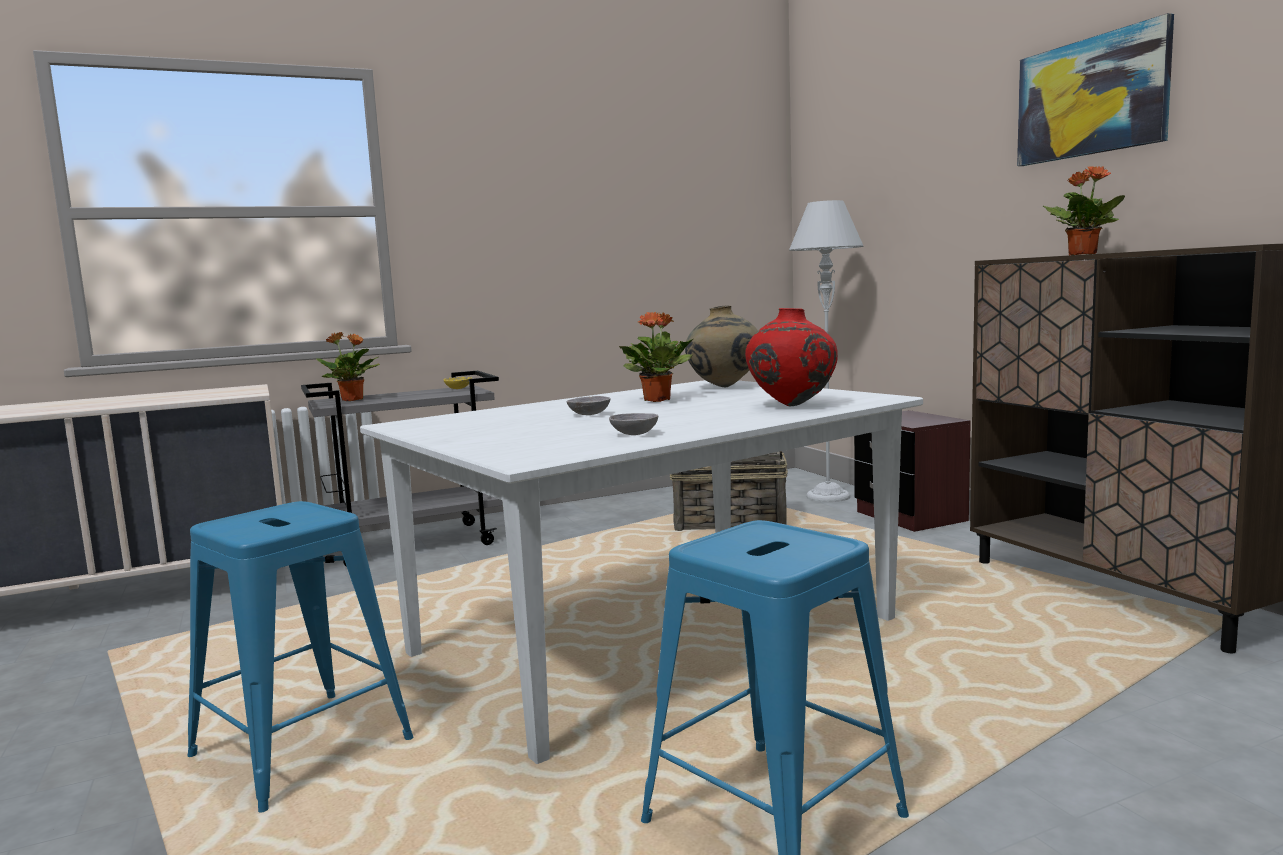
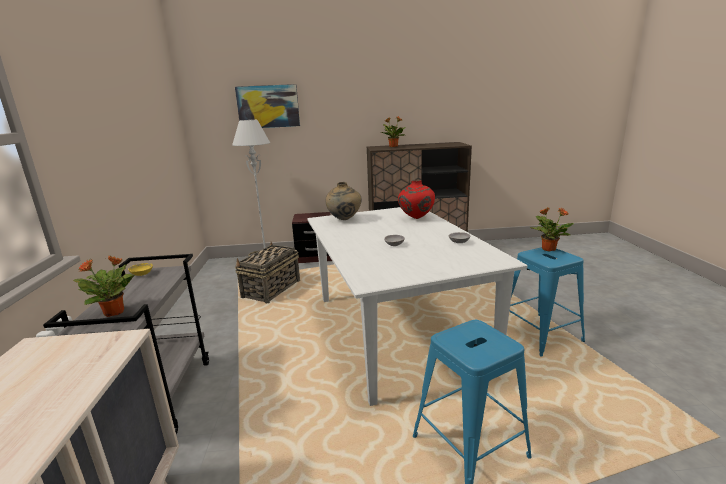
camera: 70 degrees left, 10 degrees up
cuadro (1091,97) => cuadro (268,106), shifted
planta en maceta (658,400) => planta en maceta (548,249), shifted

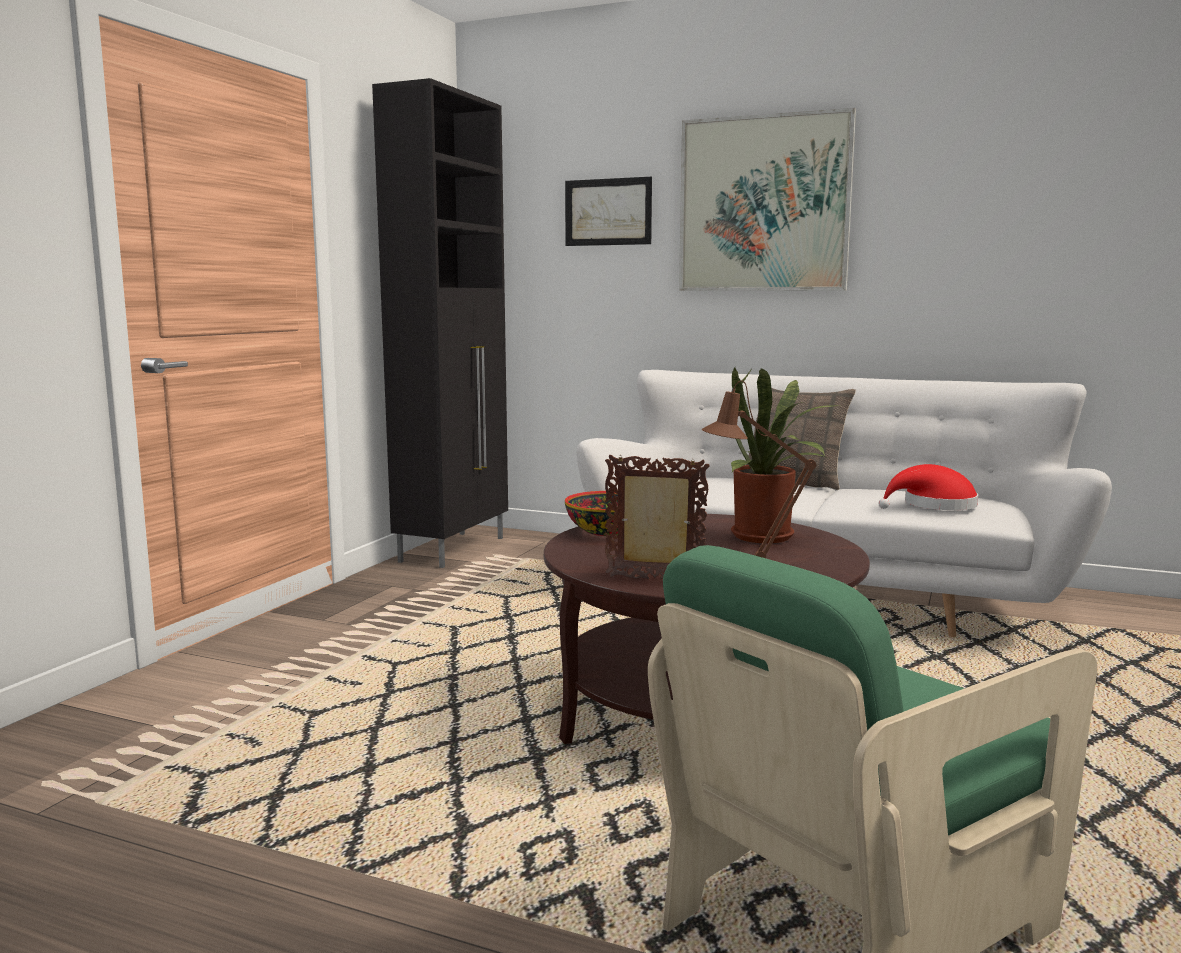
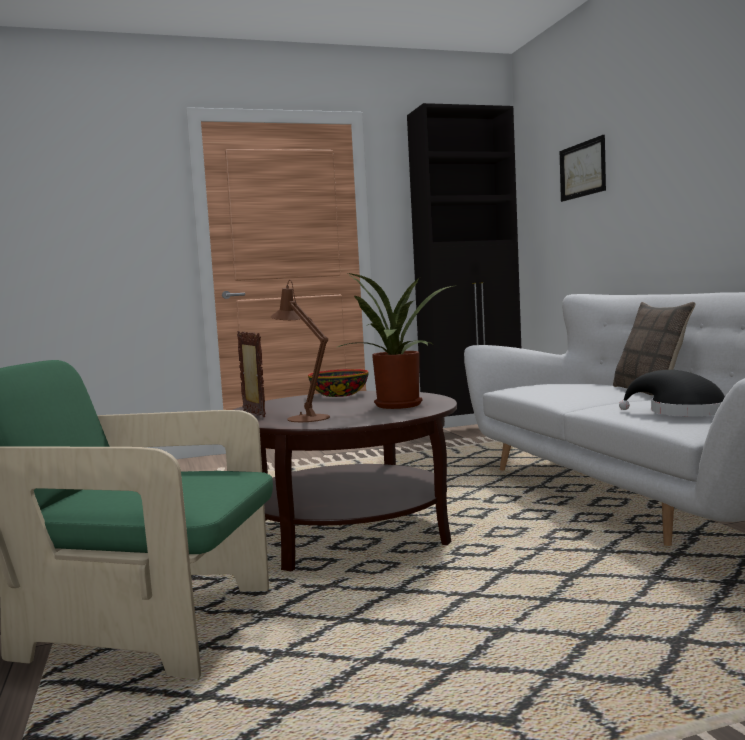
camera: 50 degrees right, 5 degrees down
cuadro (764,204) => nothing
sombrero (rojo) (934,506) => sombrero (negro) (681,413)

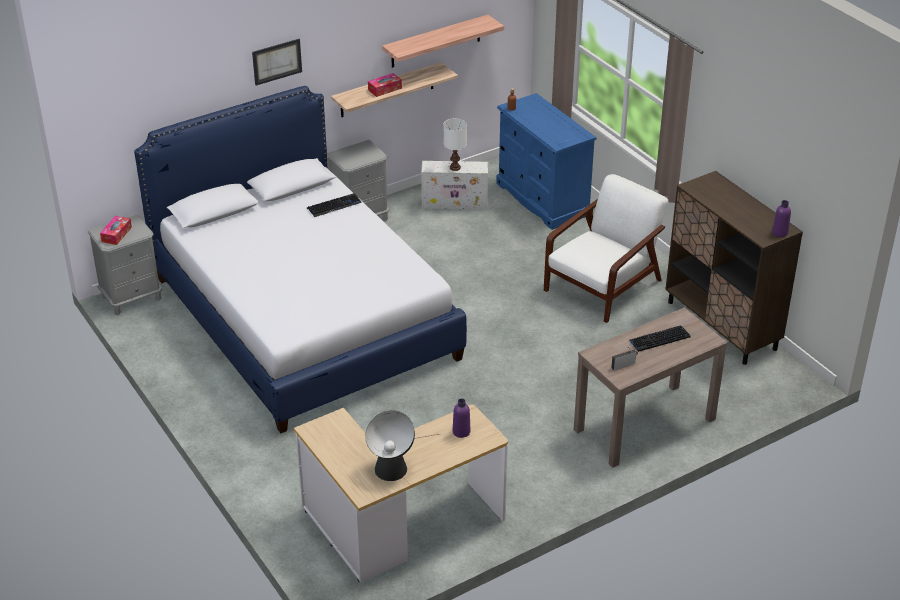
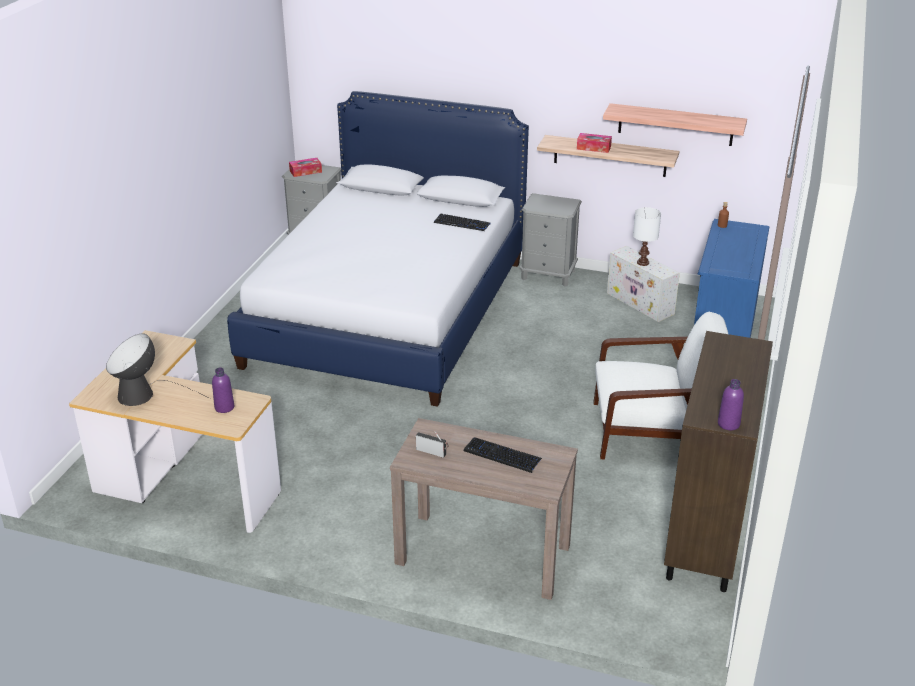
camera: 50 degrees right, 5 degrees down
cuadro (277,61) => nothing

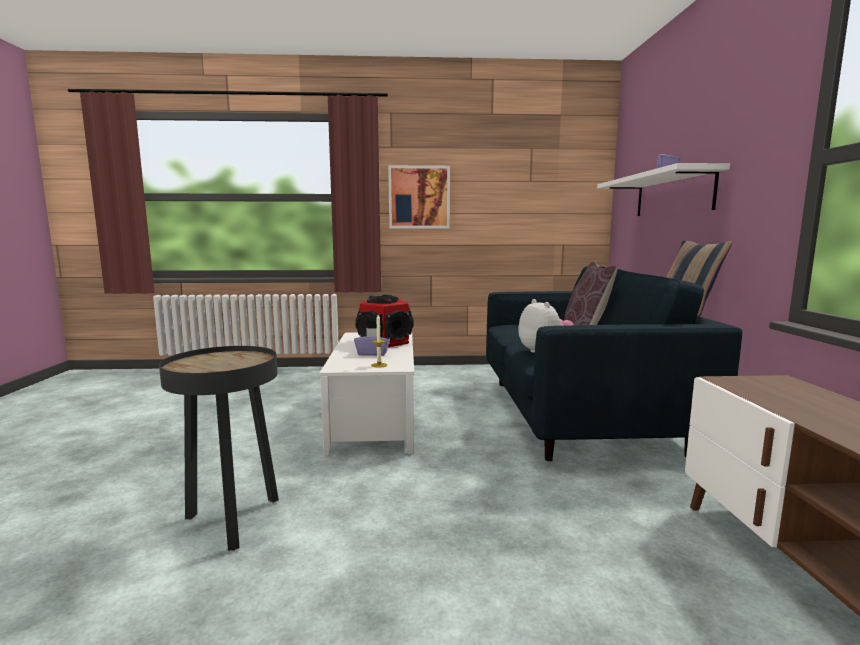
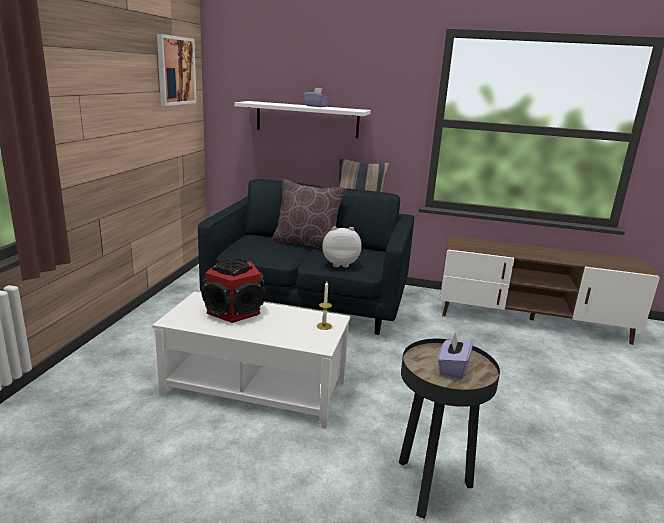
camera: 75 degrees left, 10 degrees up
cuadro (419,197) => cuadro (176,70), shifted
caja de pañuelos (morado) (372,353) => caja de pañuelos (morado) (453,368), shifted

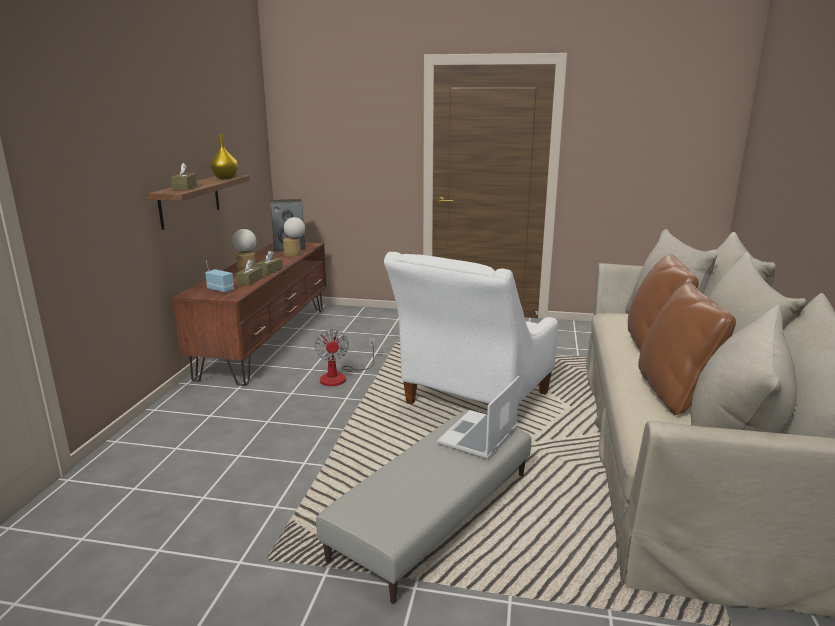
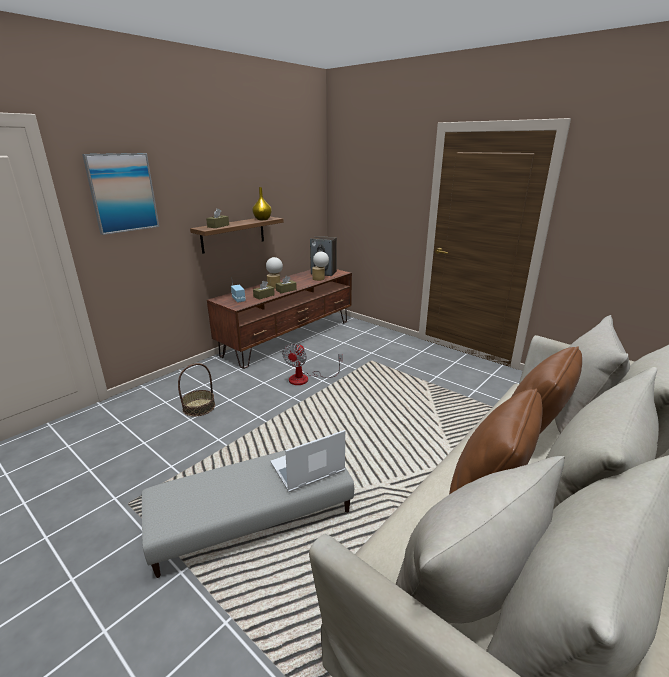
camera: 30 degrees right, 5 degrees up
sillón (blanco) (472,403) => nothing
nothing => cuadro (122,193)
nothing => cesta (199,407)

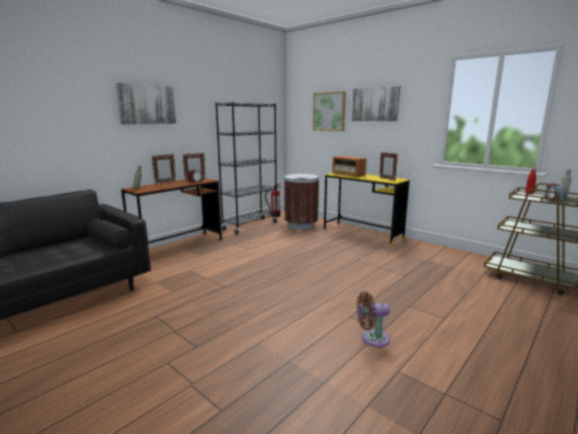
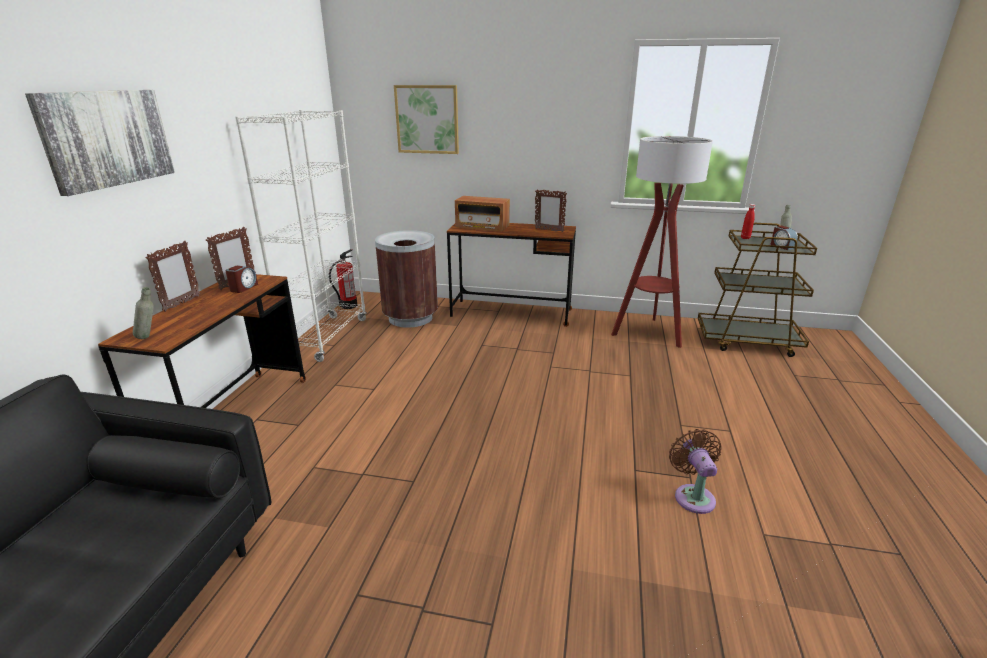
camera: 30 degrees left, 10 degrees up
cuadro (375,104) => nothing
estantería (negro) (250,226) => estantería (blanco) (327,338)
escritorio (amarillo) (362,233) => escritorio (marrón) (511,313)
ventilador (marrón) (372,338) => ventilador (marrón) (693,495), 120 degrees clockwise
nothing => lámpara de pie (648,333)

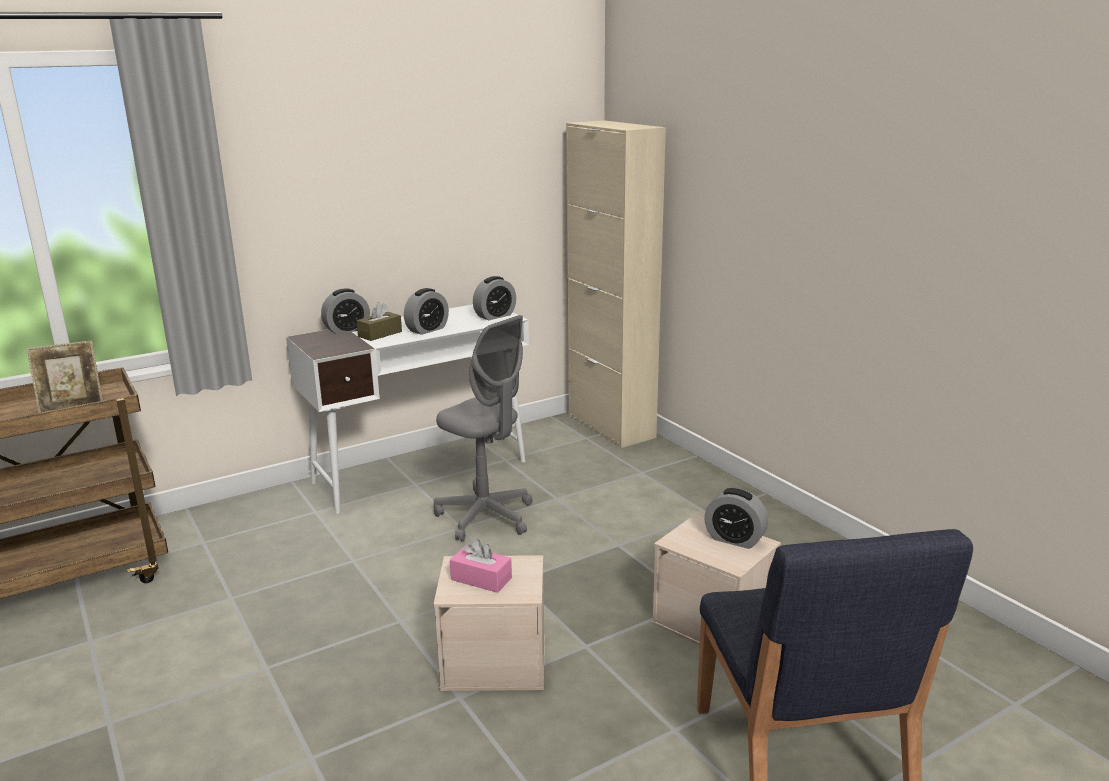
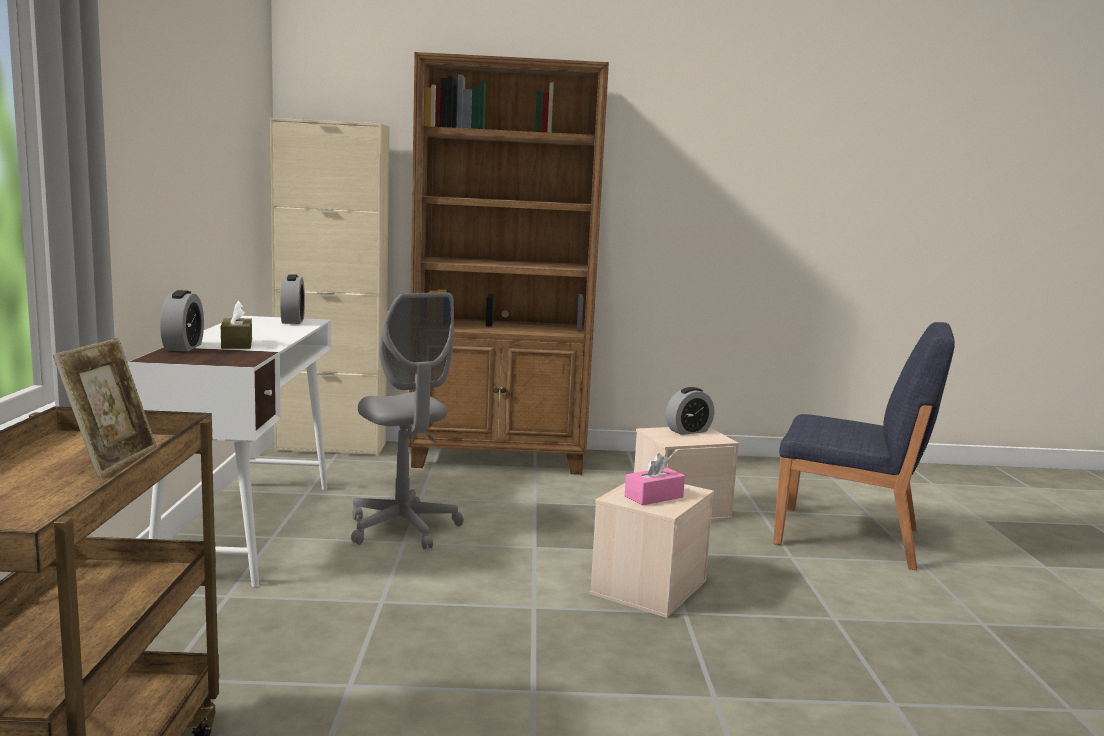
camera: 60 degrees left, 10 degrees down
despertador (427,330) => nothing
silla de oficina (gris) (485,517) => silla de oficina (gris) (403,528), 75 degrees clockwise
nothing => estantería (marrón) (500,459)

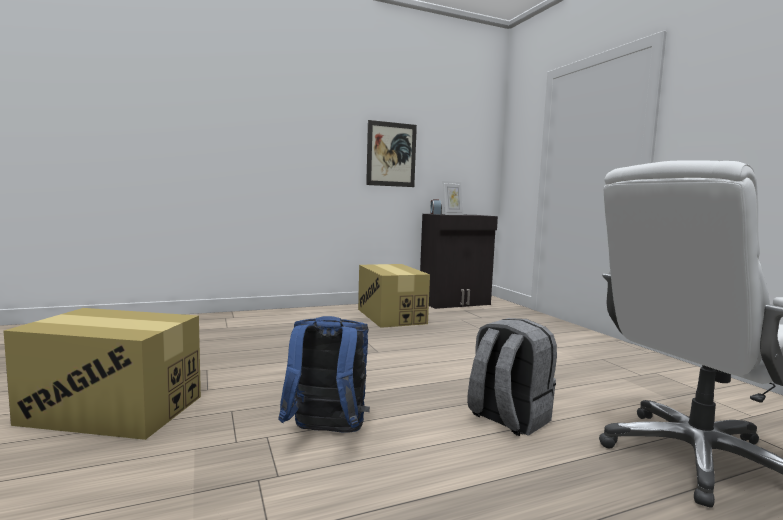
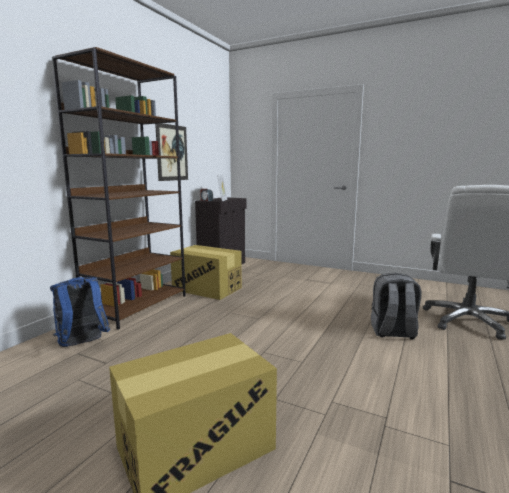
camera: 40 degrees left, 5 degrees up
mochila (azul) (326,433) => mochila (azul) (82,344), shifted
nothing => estantería (marrón) (137,306)

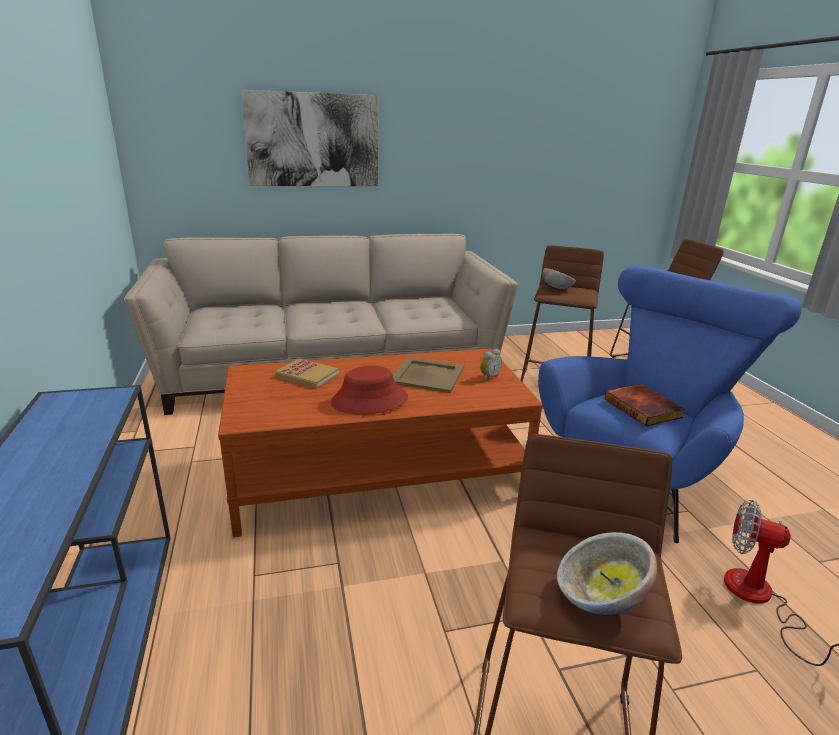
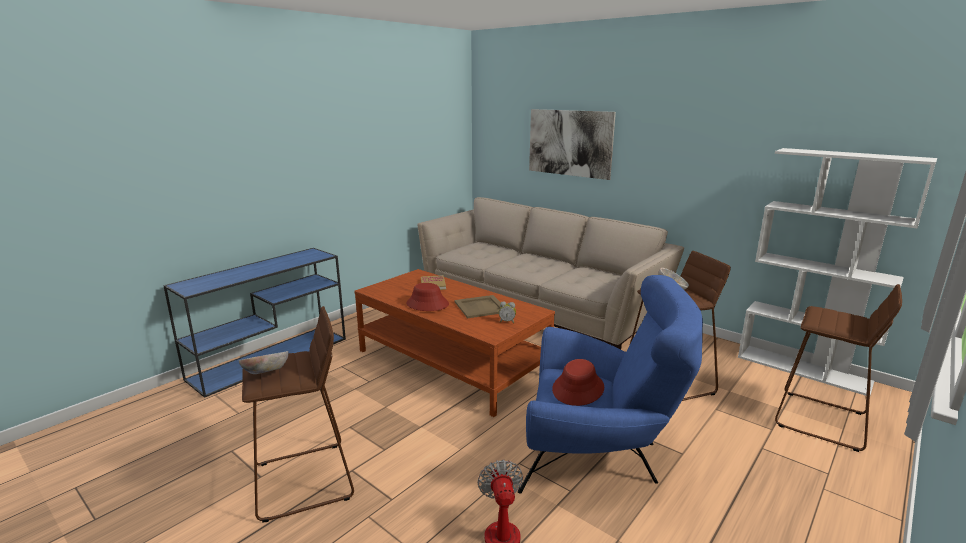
camera: 55 degrees right, 5 degrees down
libro (644,408) => sombrero (rojo) (578,389)
nothing => estantería (blanco) (803,369)

